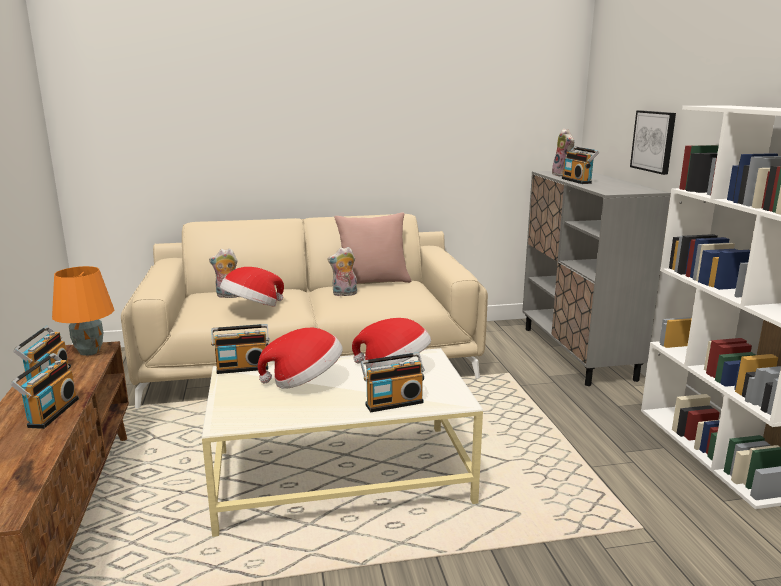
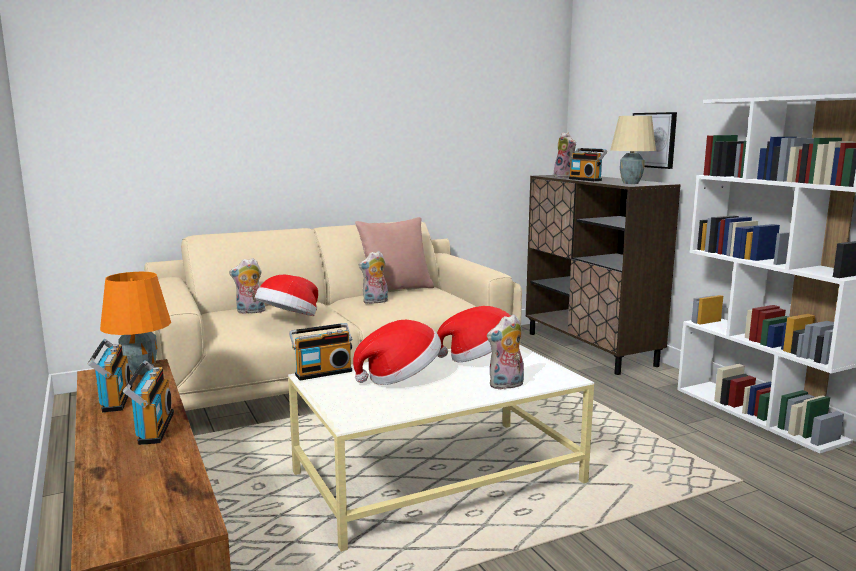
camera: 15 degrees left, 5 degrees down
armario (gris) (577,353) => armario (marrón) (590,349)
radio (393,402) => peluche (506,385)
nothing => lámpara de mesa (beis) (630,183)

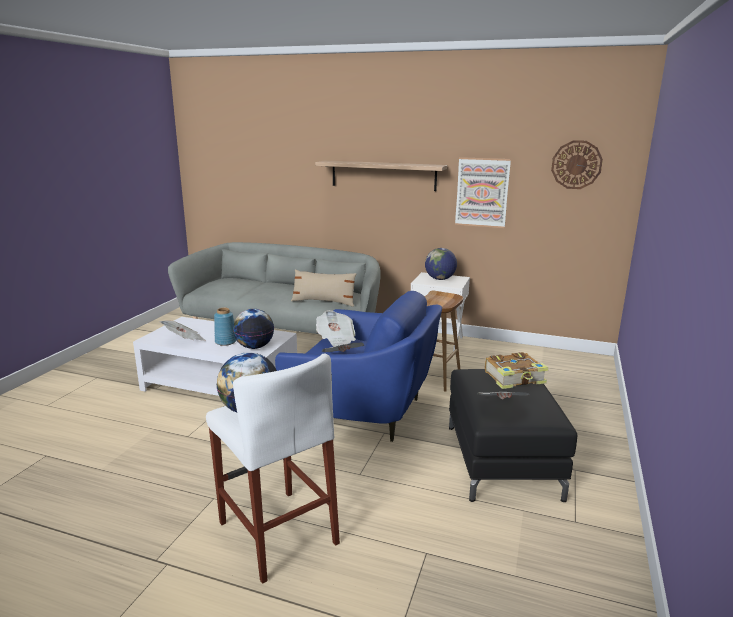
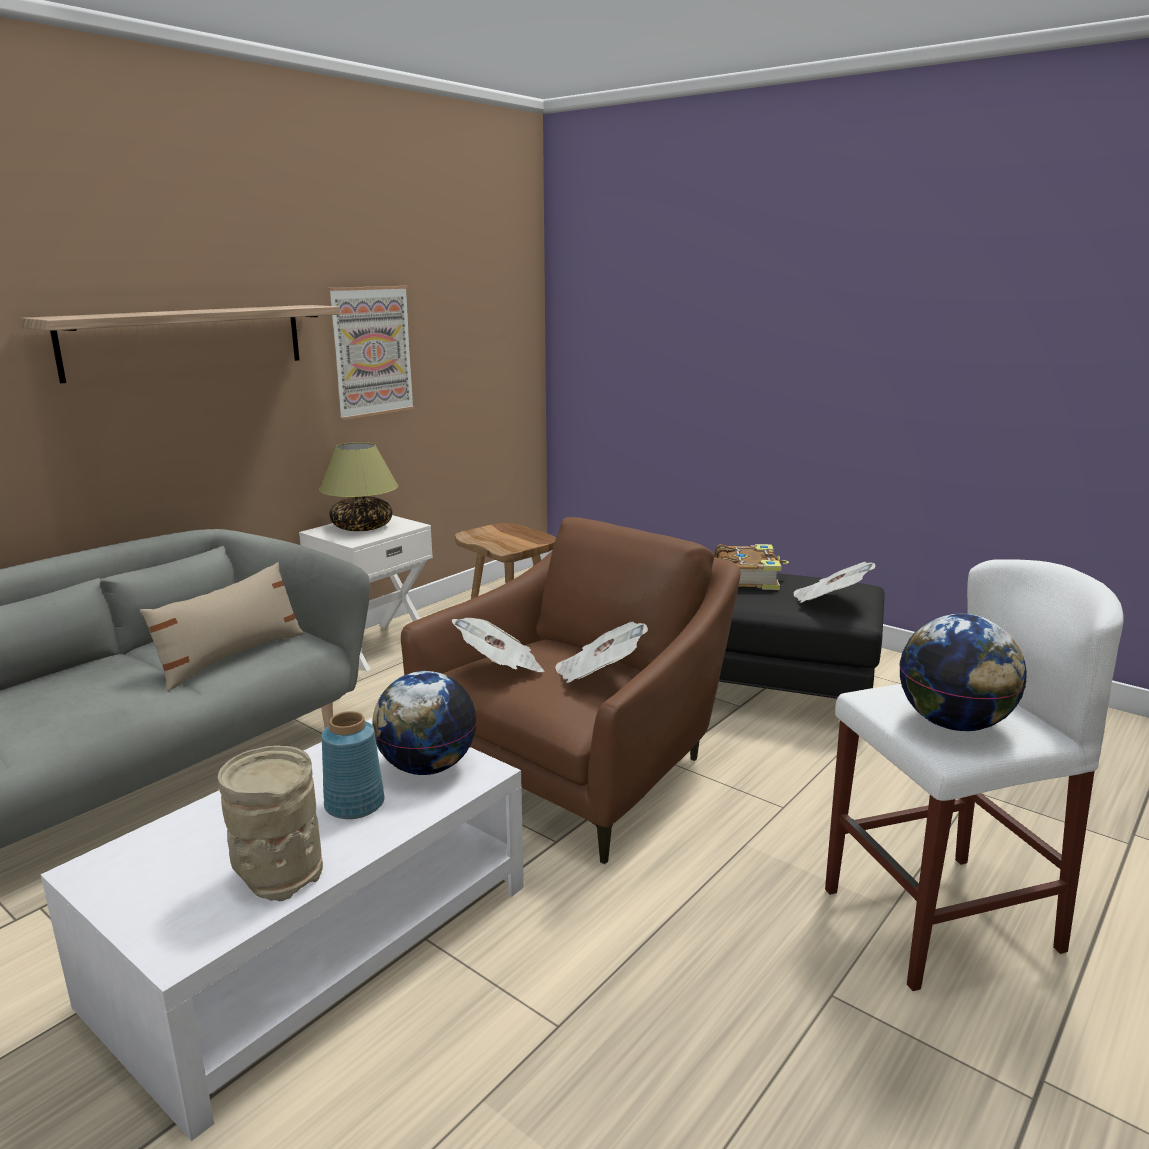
camera: 70 degrees left, 0 degrees up
reloj de pared (576,164) => nothing
globo terráqueo (440,279) => lámpara de mesa (362,528)
sillón (azul) (363,411) => sillón (marrón) (581,766)
periódico (184,341) => florero (beis) (278,873)

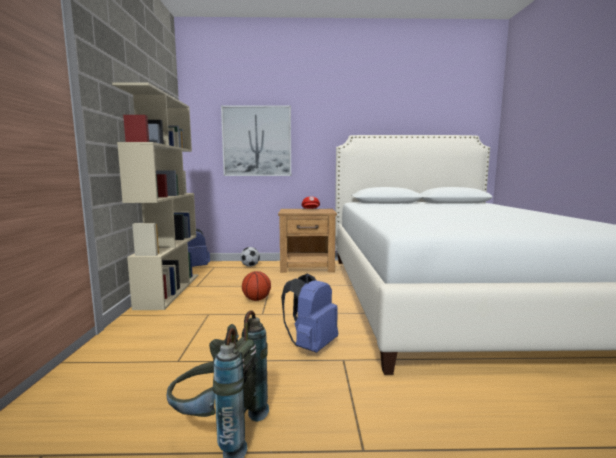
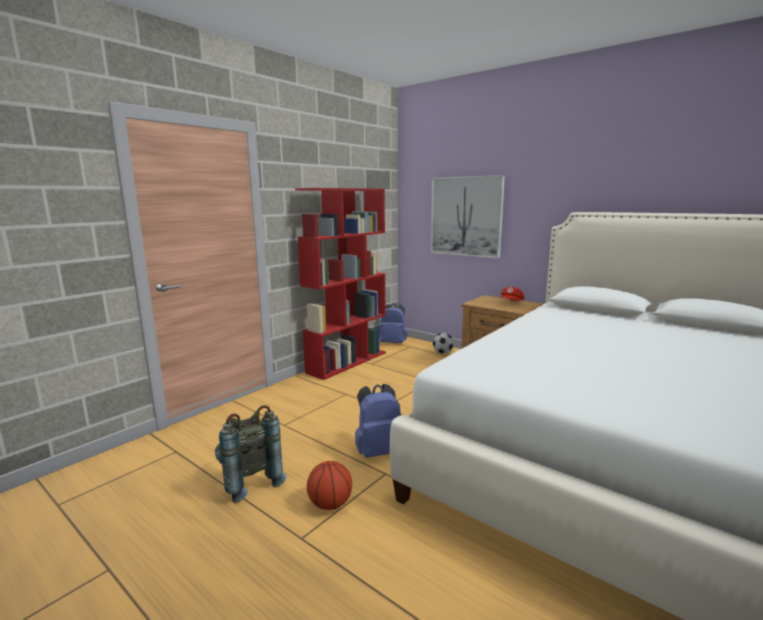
camera: 40 degrees right, 5 degrees up
estantería (beis) (169,290) => estantería (rojo) (347,362)
balón de baloncesto (256,299) => balón de baloncesto (330,504), shifted

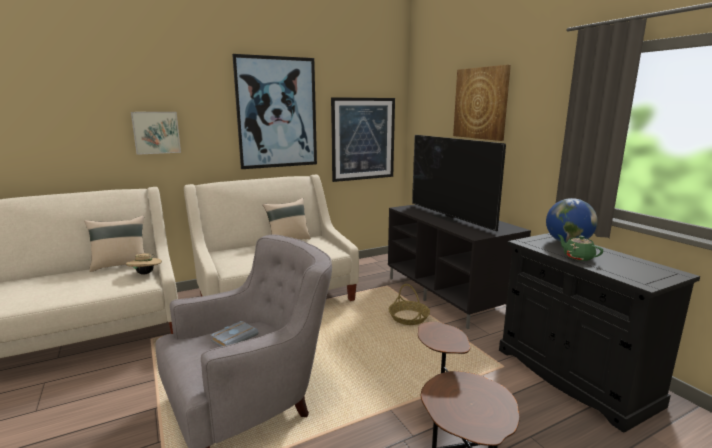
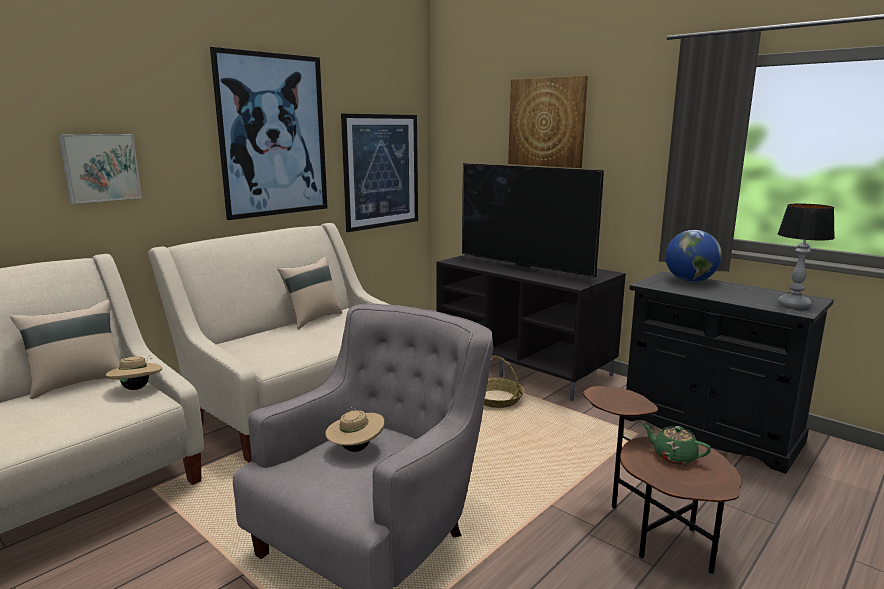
camera: 20 degrees left, 0 degrees up
tetera (verde) (577,257) => tetera (verde) (673,456), shifted
libro (gris) (234,337) => sombrero (beis) (355,448)
nothing => lámpara de mesa (793,305)

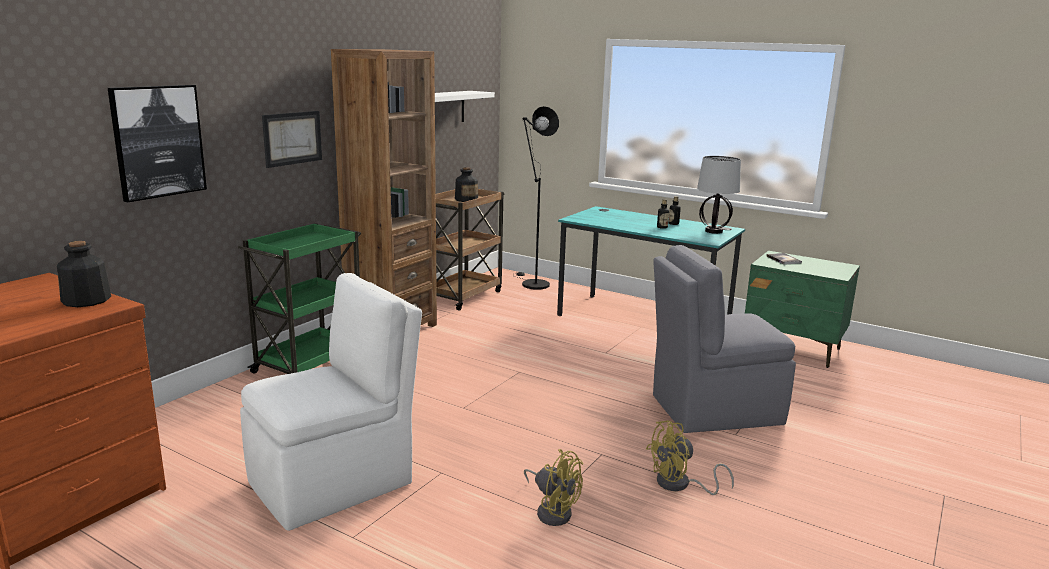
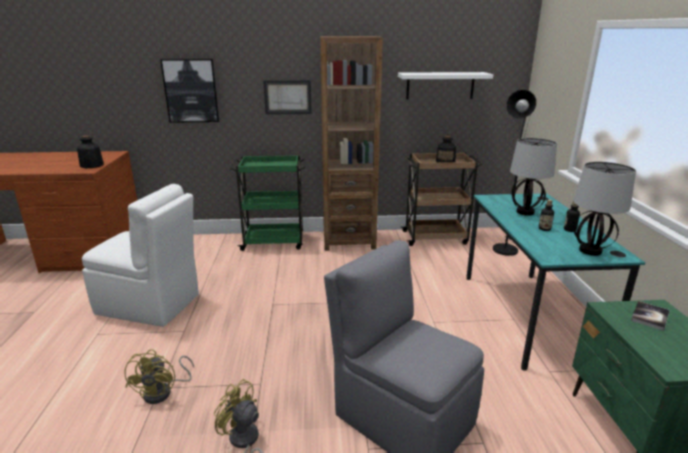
camera: 55 degrees right, 5 degrees up
nothing => lámpara de mesa (524,212)

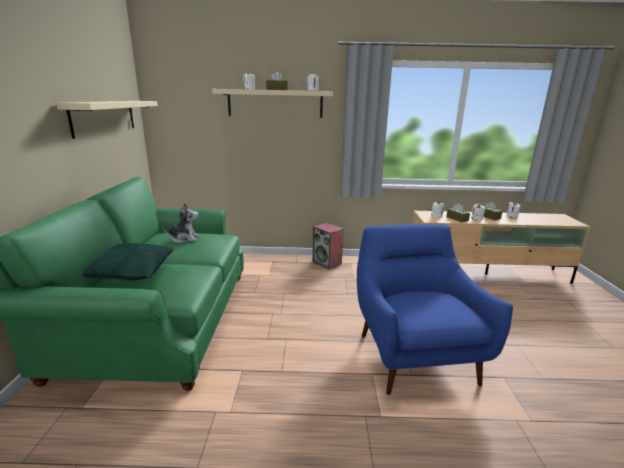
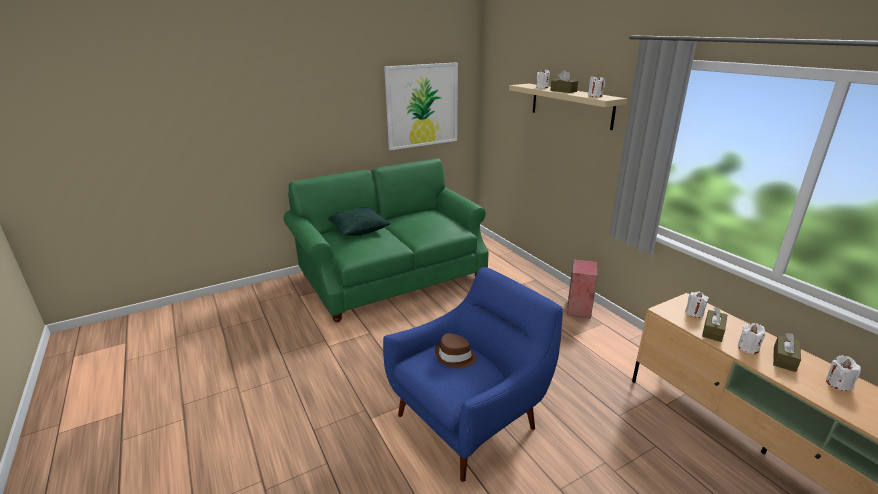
camera: 60 degrees right, 5 degrees up
estante (beis) (104,117) => cuadro (422,105)
peluche (184,238) => nothing
nothing => sombrero (marrón) (455,357)

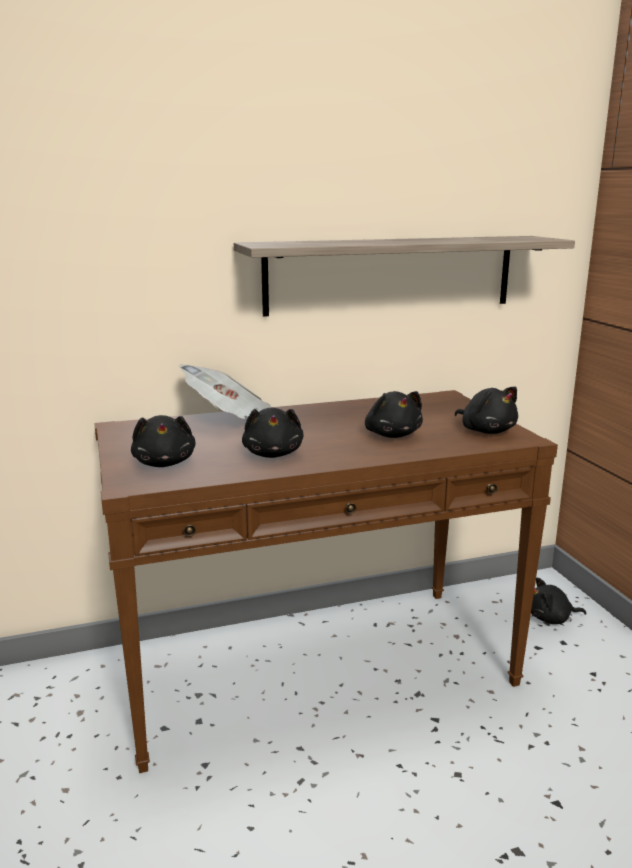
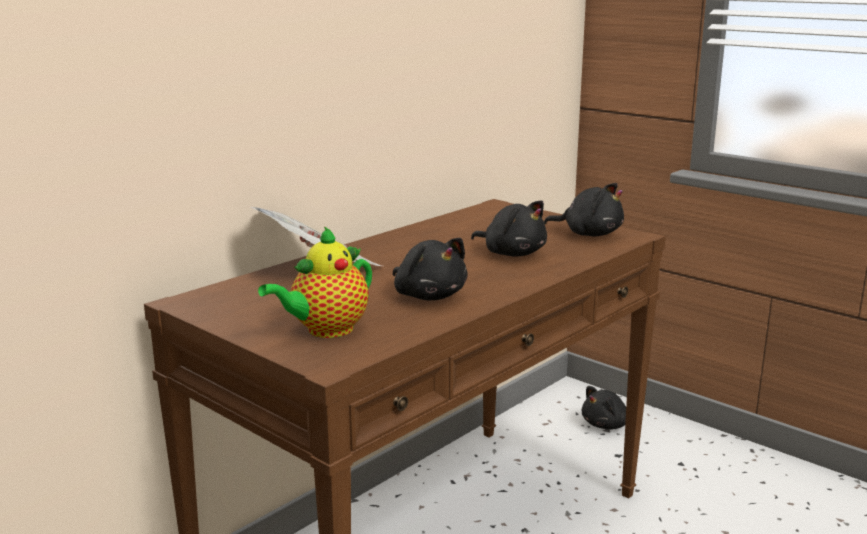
camera: 30 degrees left, 0 degrees up
estante (391,274) => nothing
peluche (negro) (165,463) => tetera (325,330)

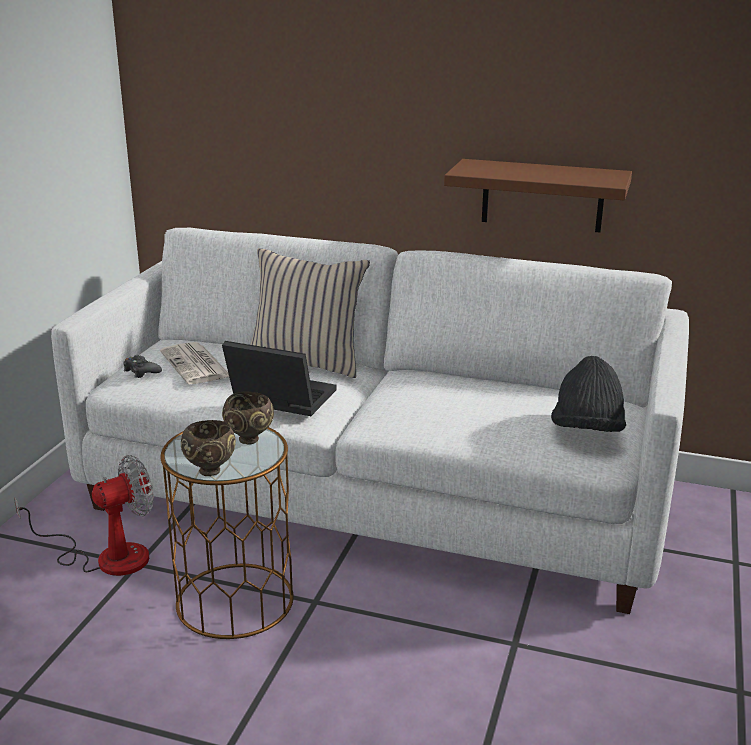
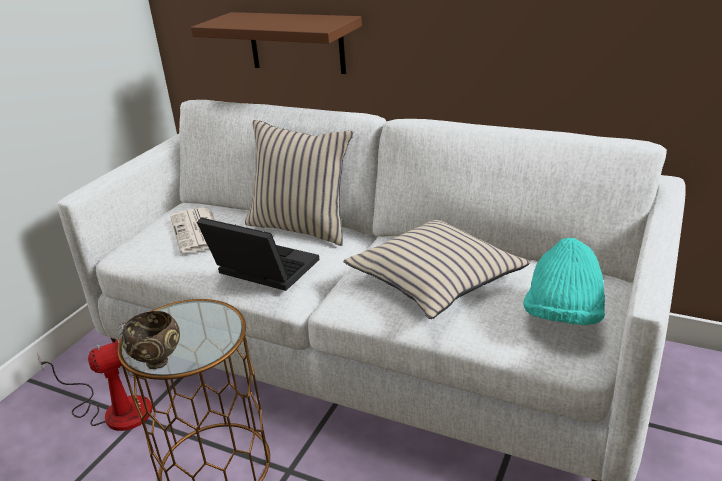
camera: 10 degrees right, 5 degrees up
estante (marrón) (542,195) => estante (marrón) (296,42), shifted
mando de consola (negro) (141,371) => nothing
sombrero (negro) (586,431) => sombrero (turquesa) (563,316)
cuenco (marrón) (250,439) => nothing
nothing => cojín (beis) (436,278)

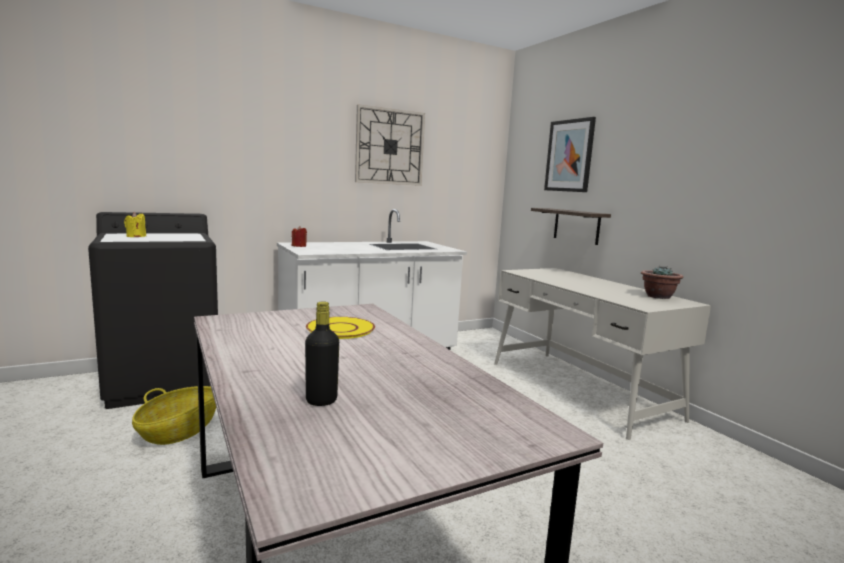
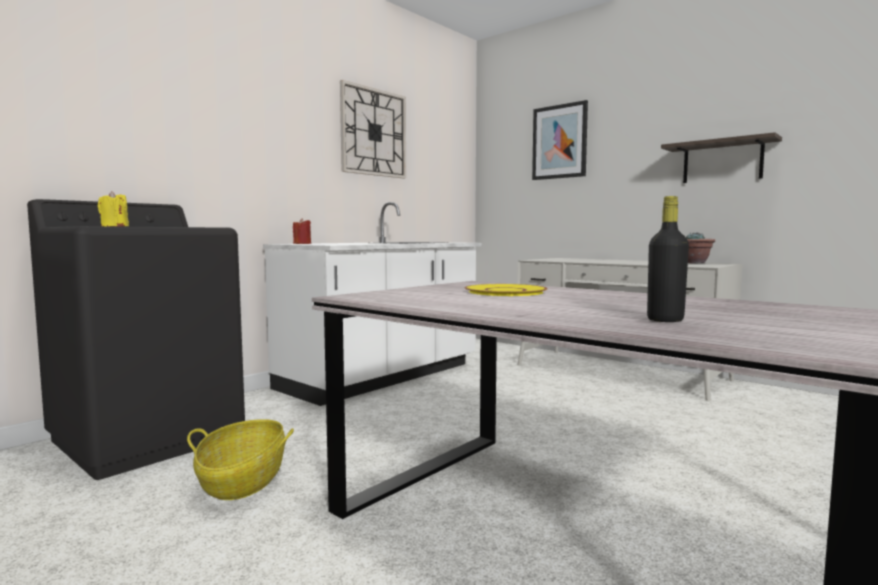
camera: 20 degrees left, 5 degrees down
estante (576,226) => estante (722,162), shifted

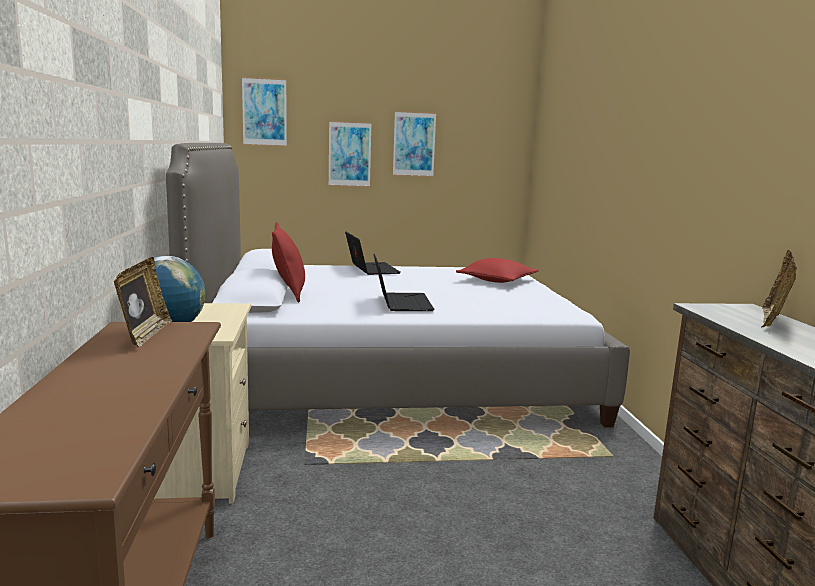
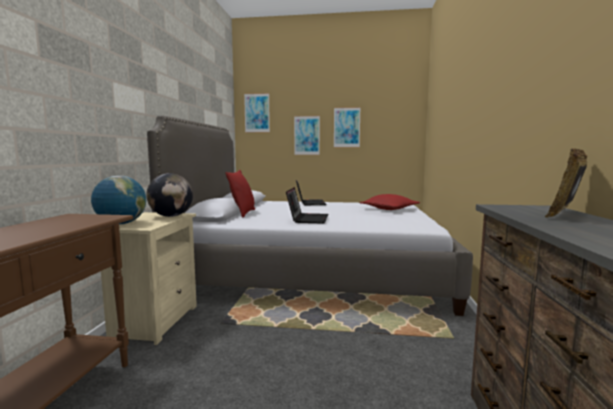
camera: 15 degrees right, 5 degrees down
portarretratos (145,335) => nothing
nothing => globo terráqueo (171,216)

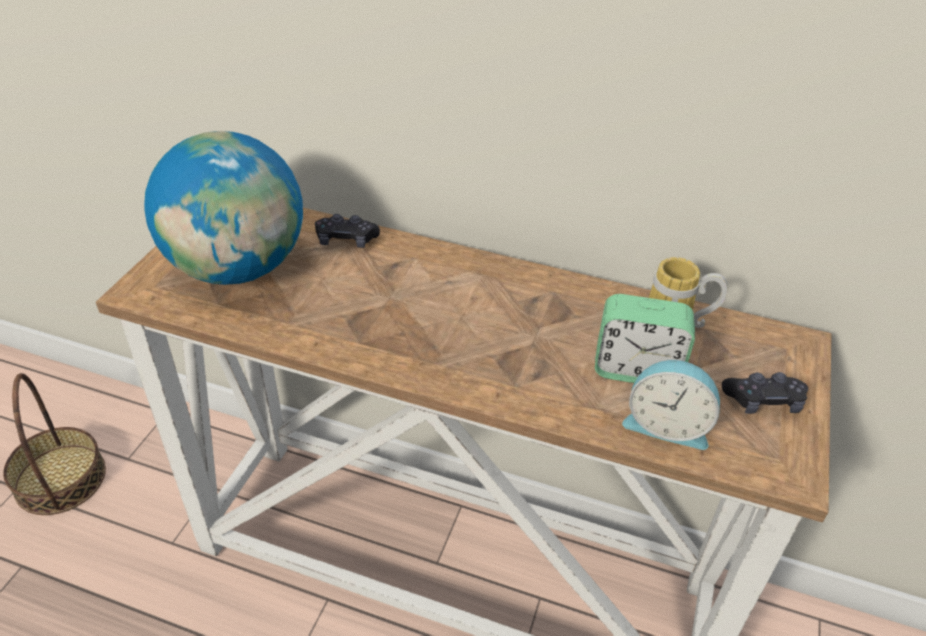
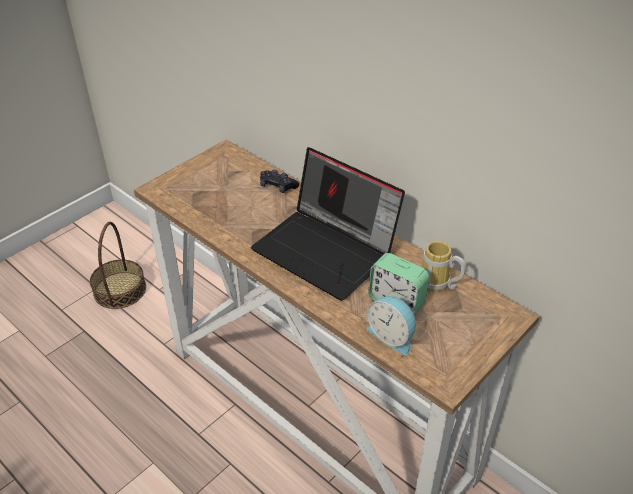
camera: 25 degrees right, 0 degrees up
globo terráqueo (238,268) => nothing
mando de consola (negro) (763,401) => nothing
nothing => portátil (327,251)

